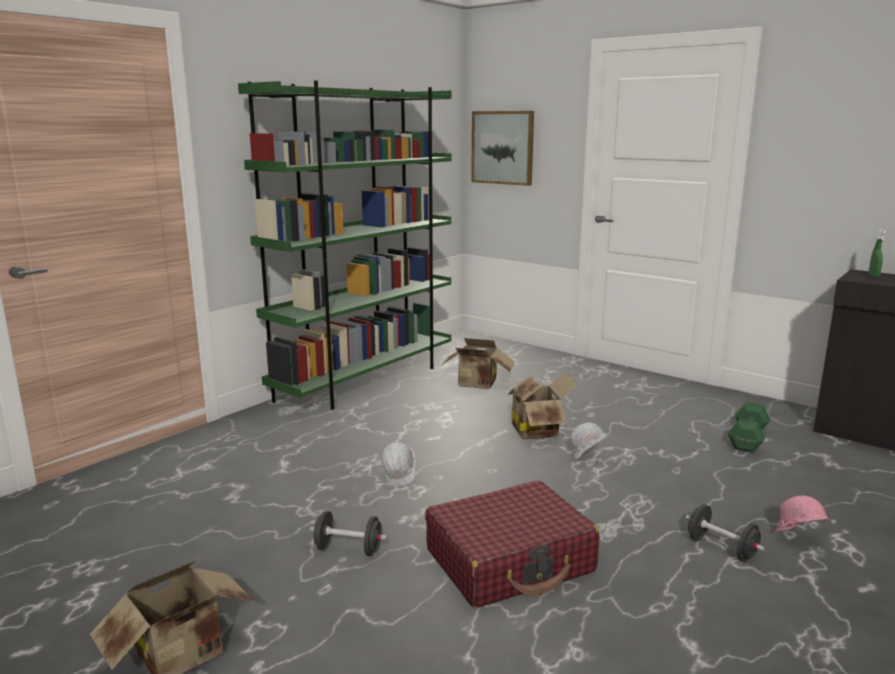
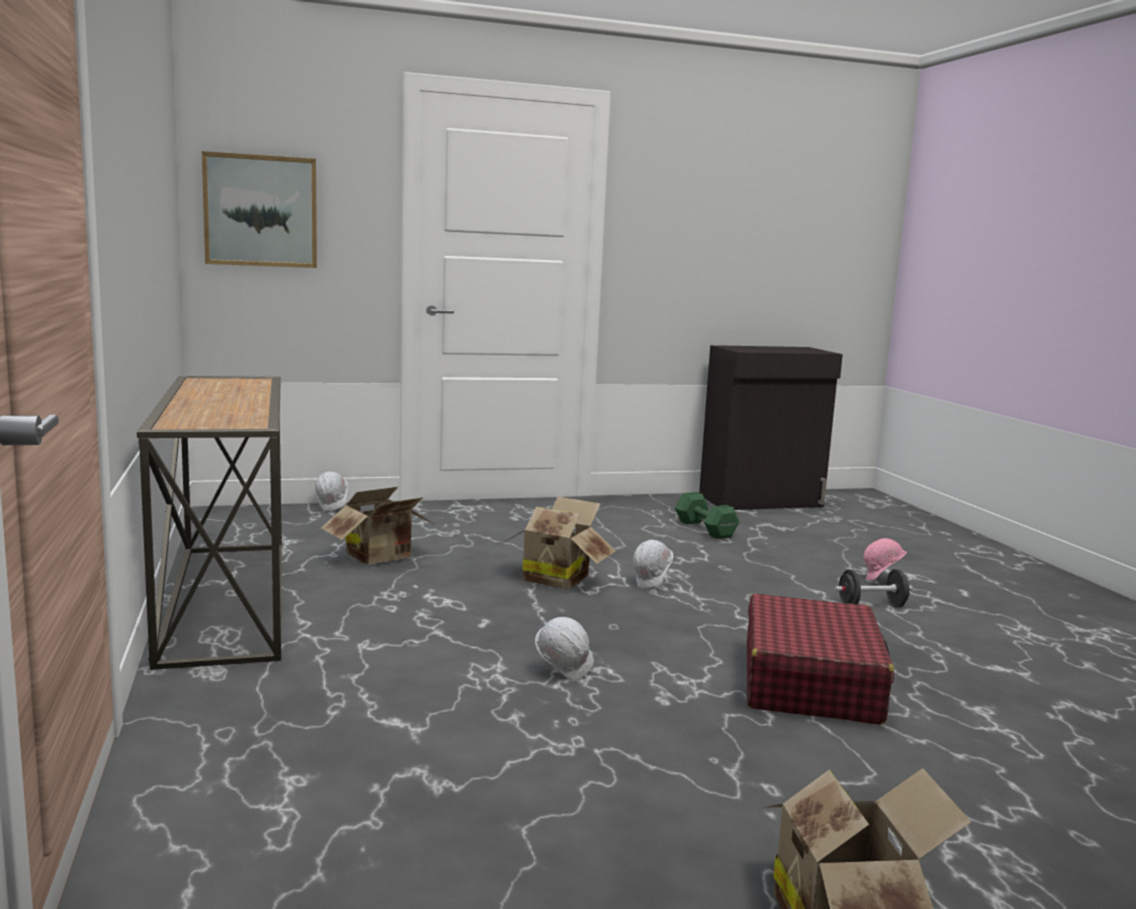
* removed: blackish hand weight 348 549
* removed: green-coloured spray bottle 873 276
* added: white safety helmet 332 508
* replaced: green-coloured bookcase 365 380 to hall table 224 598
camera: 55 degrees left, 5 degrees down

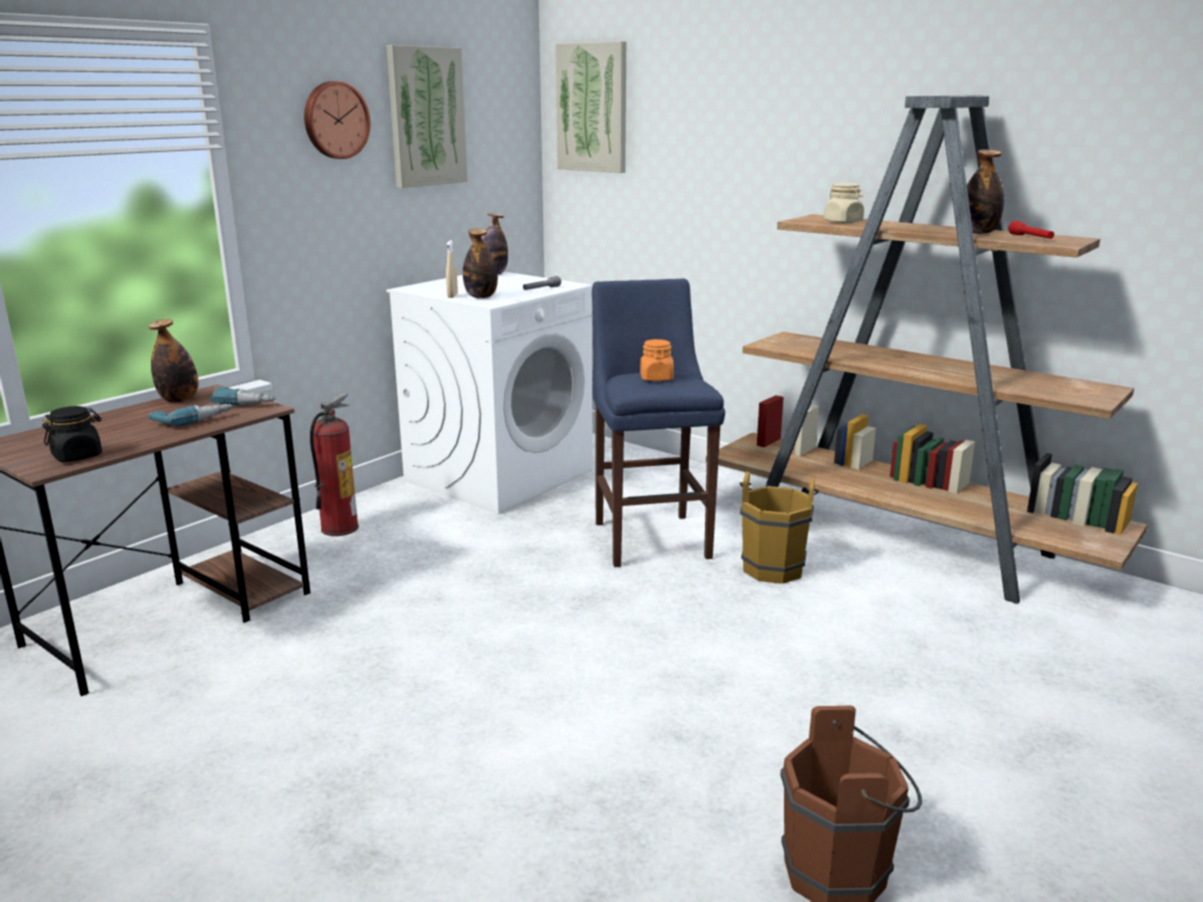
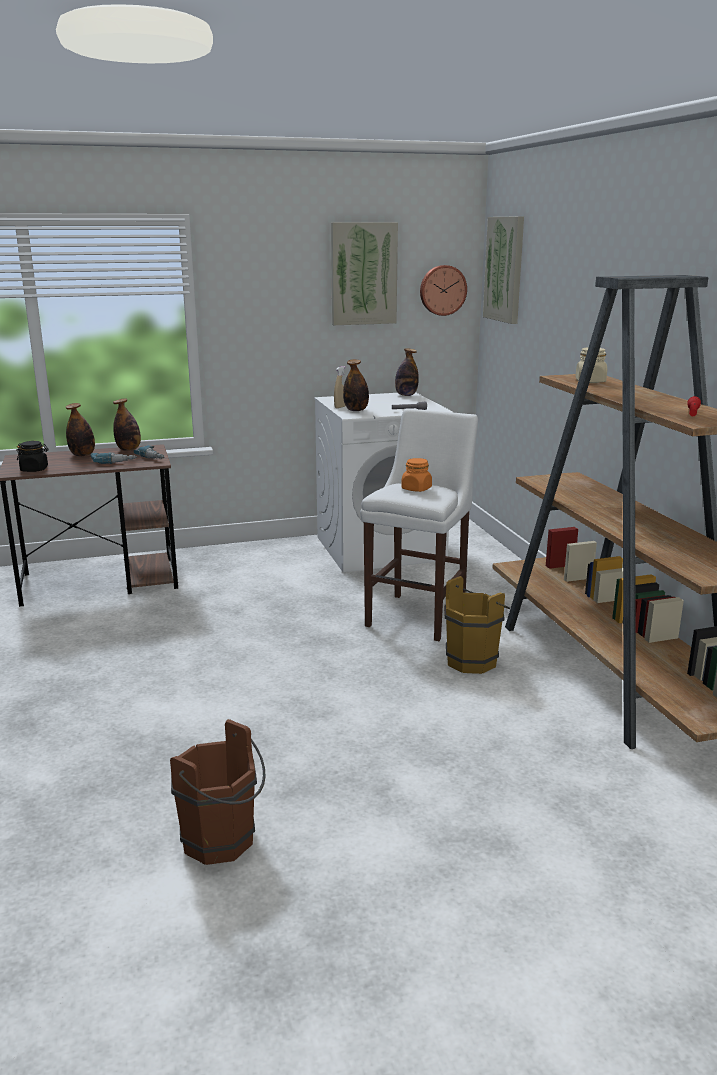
* removed: fire-fighting cylinder 339 528
* moved: clock on the wall 335 120 to 442 290
* moved: beverage bottle 978 233 to 82 455
* recoloured: bluish stool seat 650 537 to white stool seat 419 615
camera: 35 degrees right, 0 degrees up

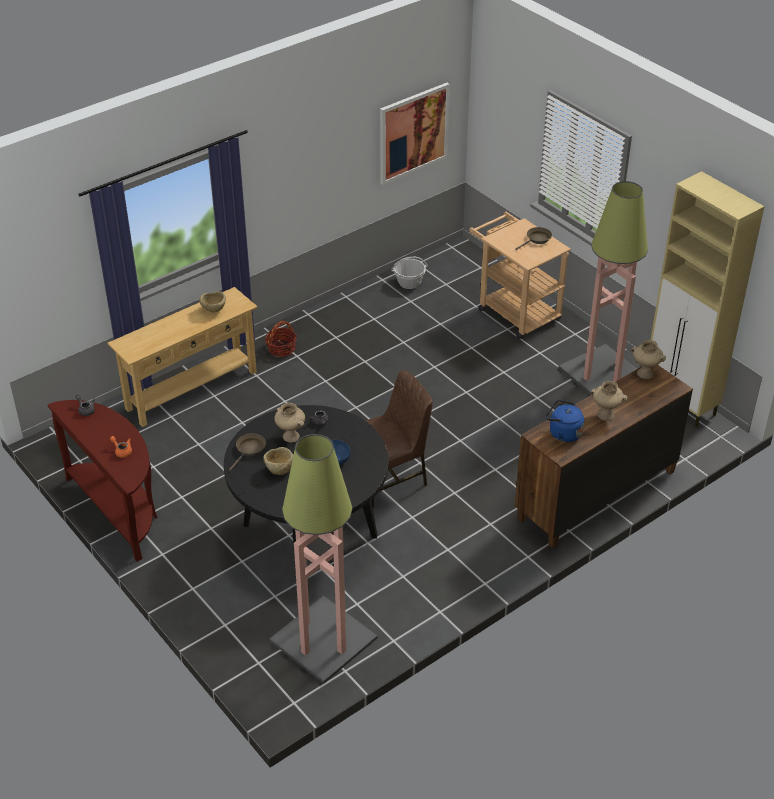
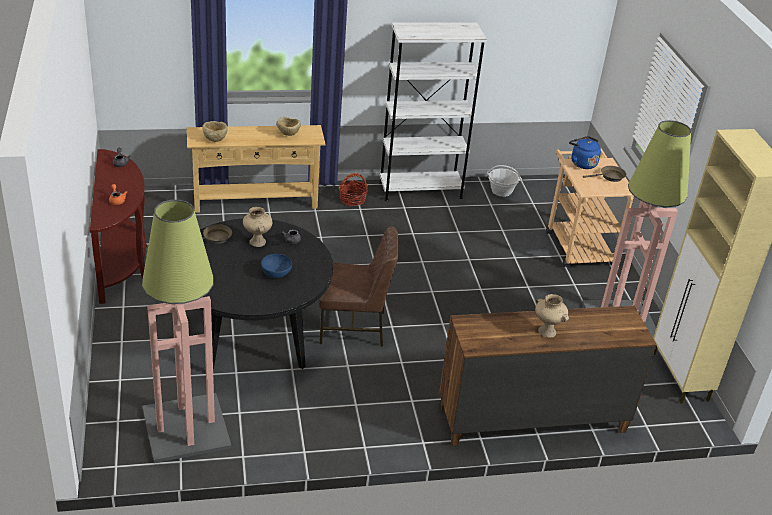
* removed: wall picture 413 133
* removed: beige-coloured decorative vase 644 374
* added: white bookcase 420 190
* moved: beige-coloured deep dish 279 470 to 215 139
* moved: bluish water kettle 563 433 to 582 163
camera: 25 degrees right, 5 degrees down

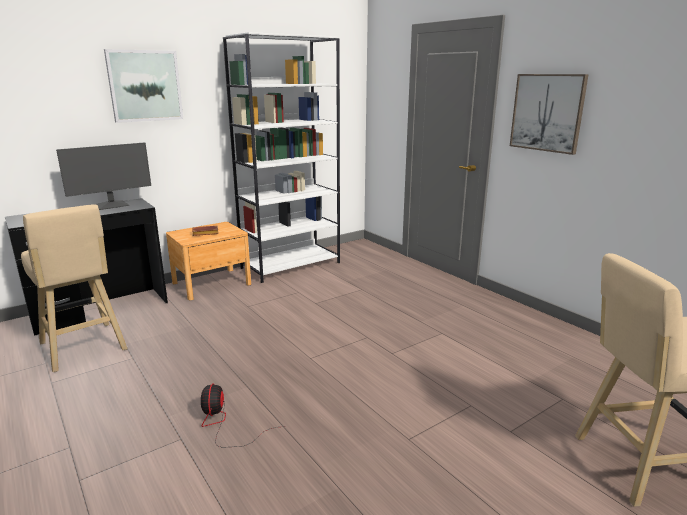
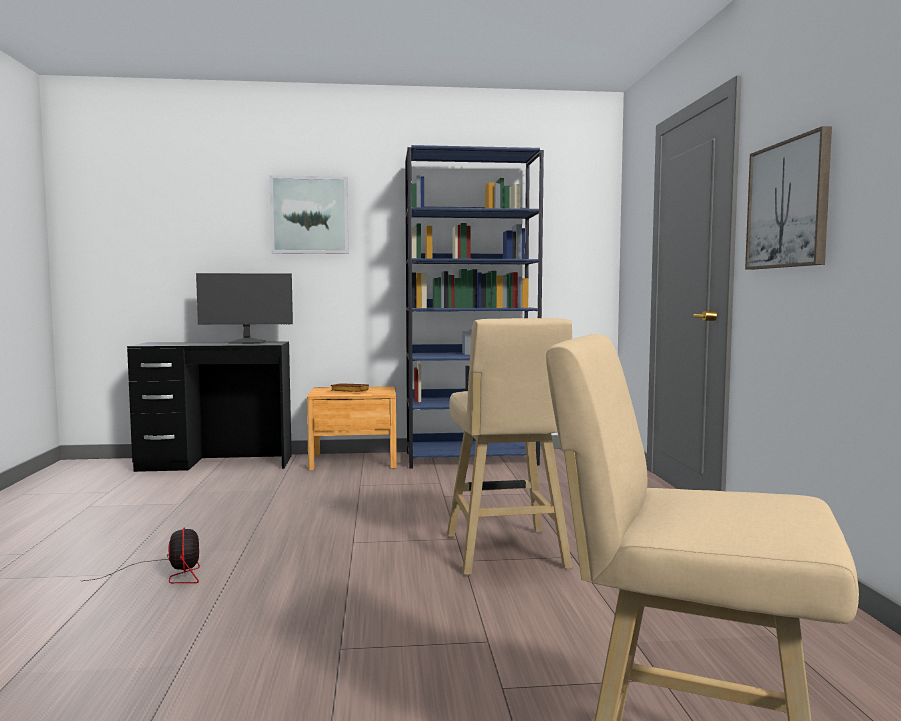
* moved: beige-coloured stool seat 84 348 to 506 554
* recoloured: white bookcase 291 265 to bluish bookcase 471 458
* turned: electric fan 224 424 = 168 574 135 degrees clockwise
camera: 30 degrees right, 15 degrees down

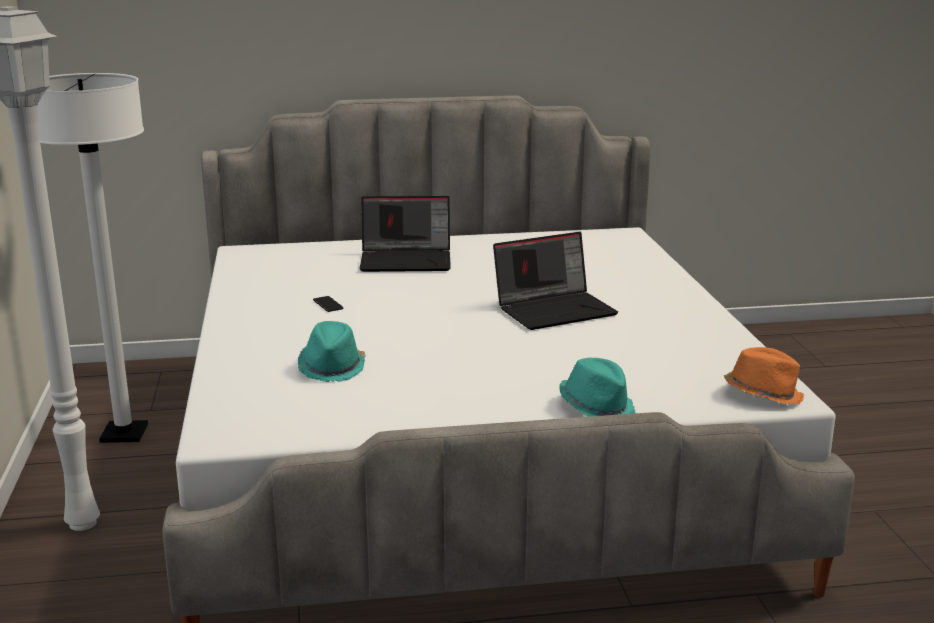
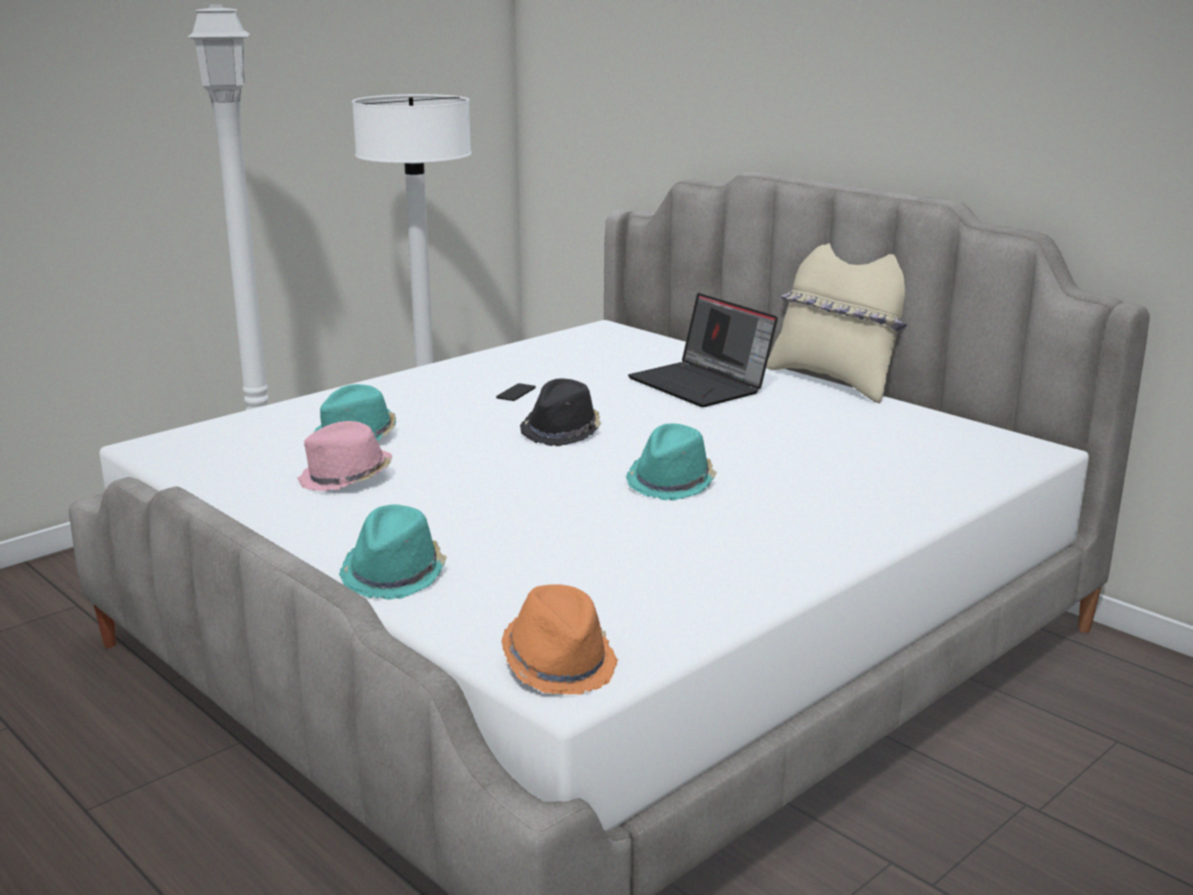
* added: pink-coloured wearable hat 345 479
* added: blackish wearable hat 562 432
* added: beige-coloured cushion 836 381
* replaced: portable computer 555 309 to turquoise wearable hat 672 482
camera: 55 degrees right, 0 degrees up

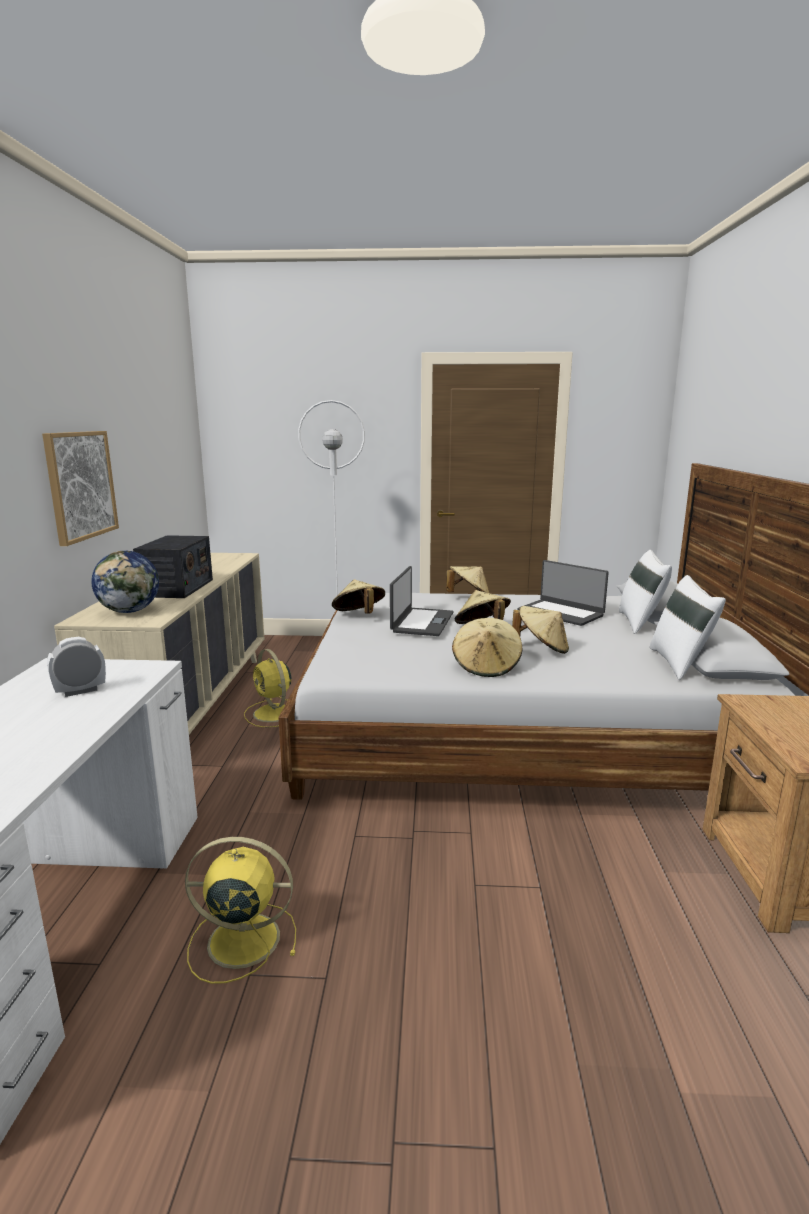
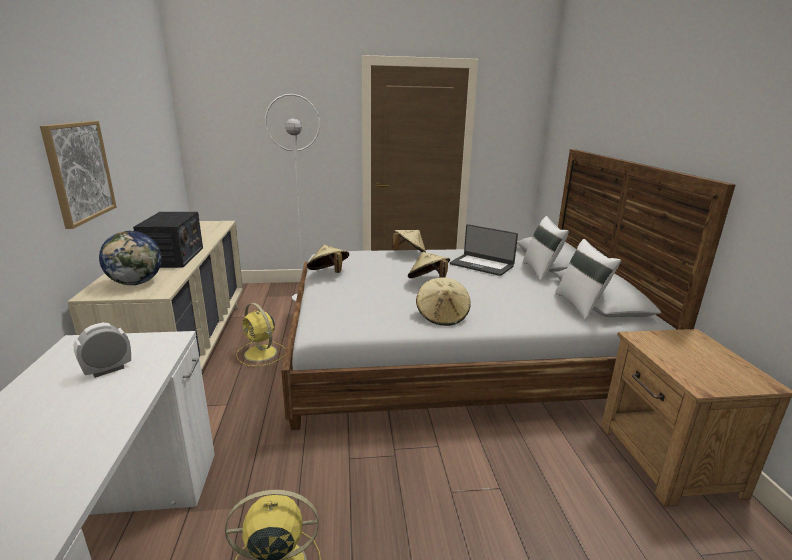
* removed: portable computer 421 622
* removed: beige-coloured wearable hat 541 648
camera: 10 degrees left, 5 degrees up

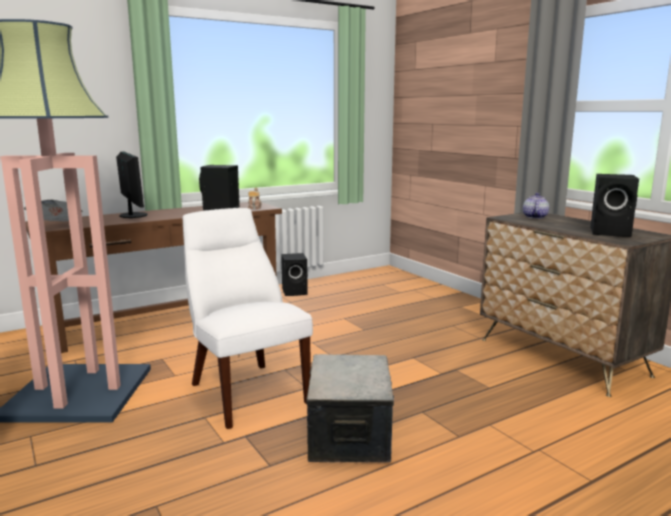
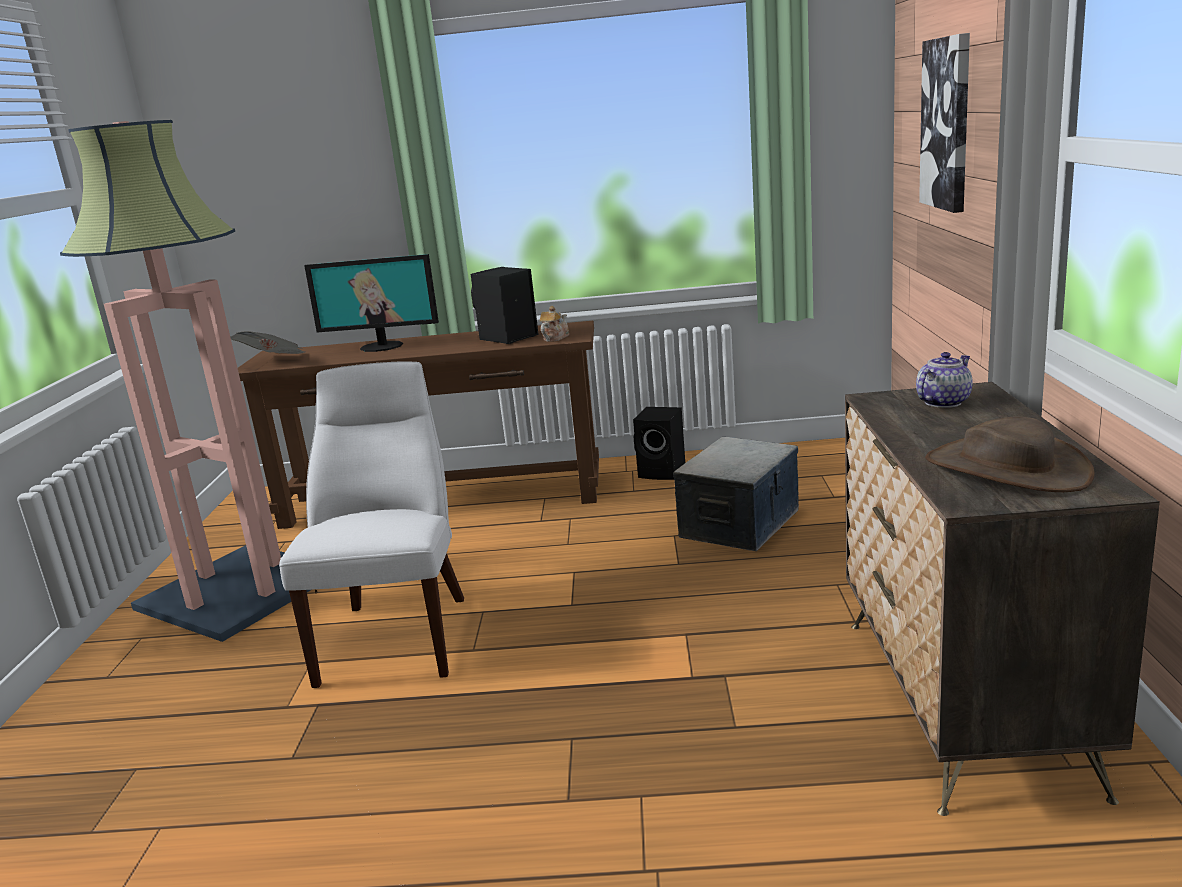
* added: wall picture 948 124
* moved: storage box 350 434 to 740 524
* replaced: blackish audio speaker 611 232 to brownish wearable hat 1006 468
* turned: computer display 132 215 = 382 346 90 degrees clockwise
camera: 35 degrees right, 5 degrees up

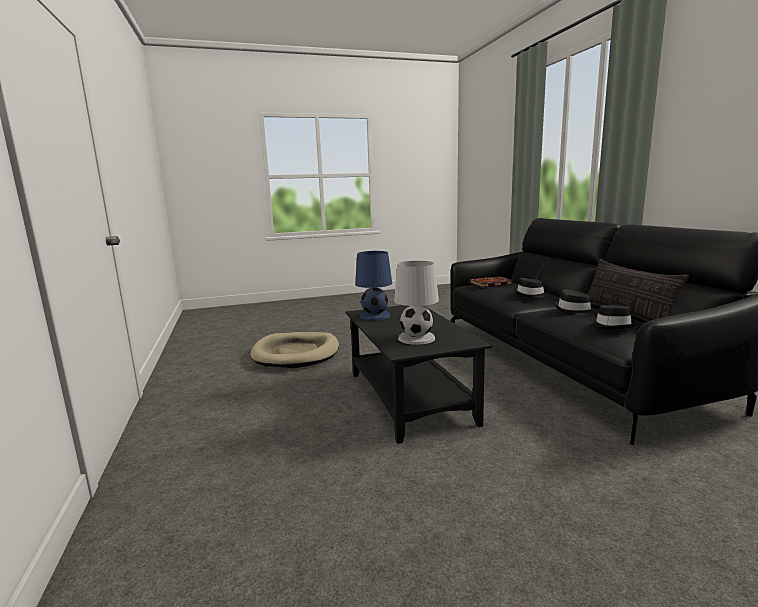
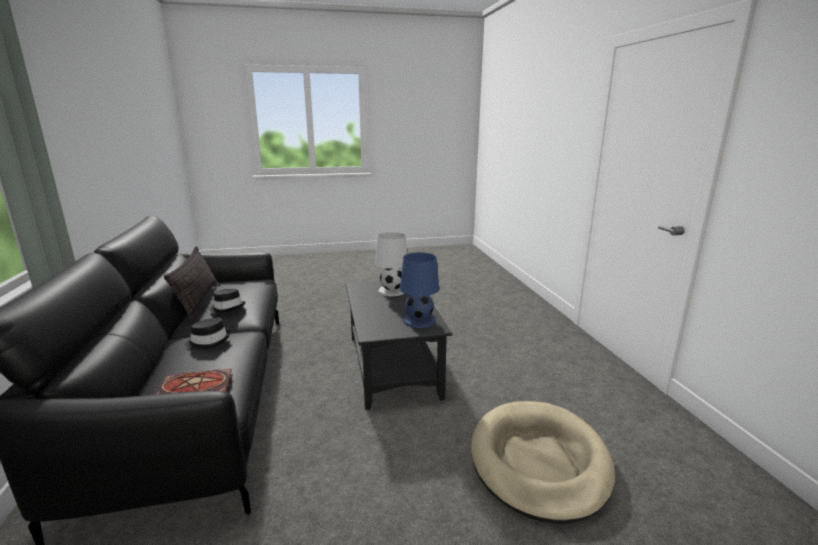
* removed: blackish wearable hat 611 326
camera: 175 degrees left, 5 degrees up

